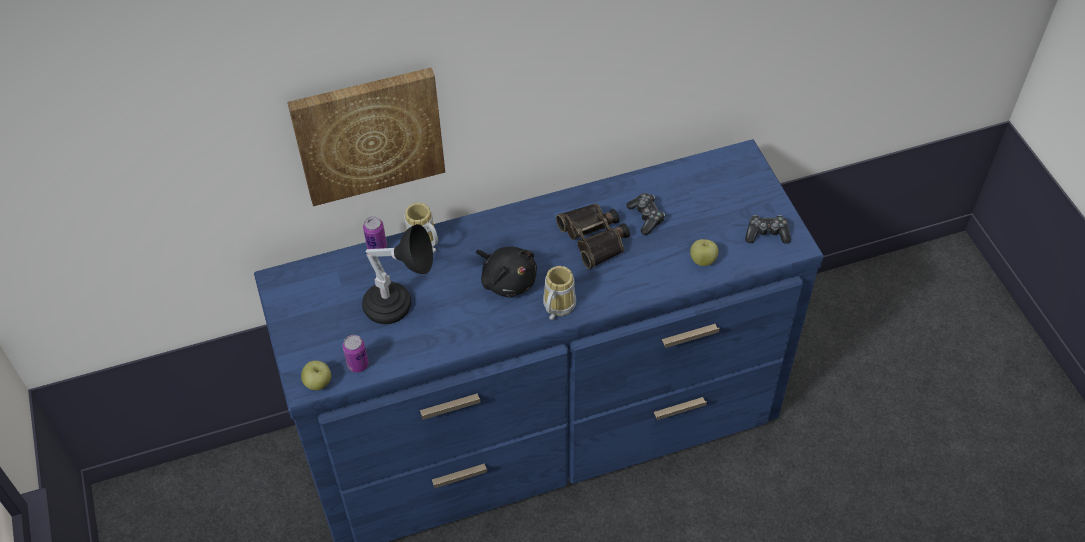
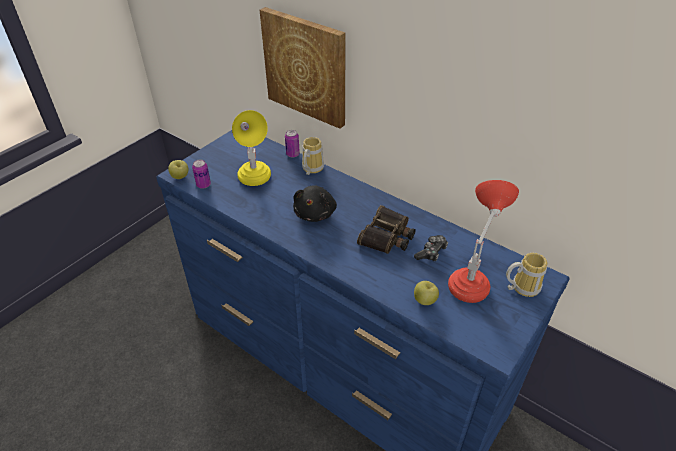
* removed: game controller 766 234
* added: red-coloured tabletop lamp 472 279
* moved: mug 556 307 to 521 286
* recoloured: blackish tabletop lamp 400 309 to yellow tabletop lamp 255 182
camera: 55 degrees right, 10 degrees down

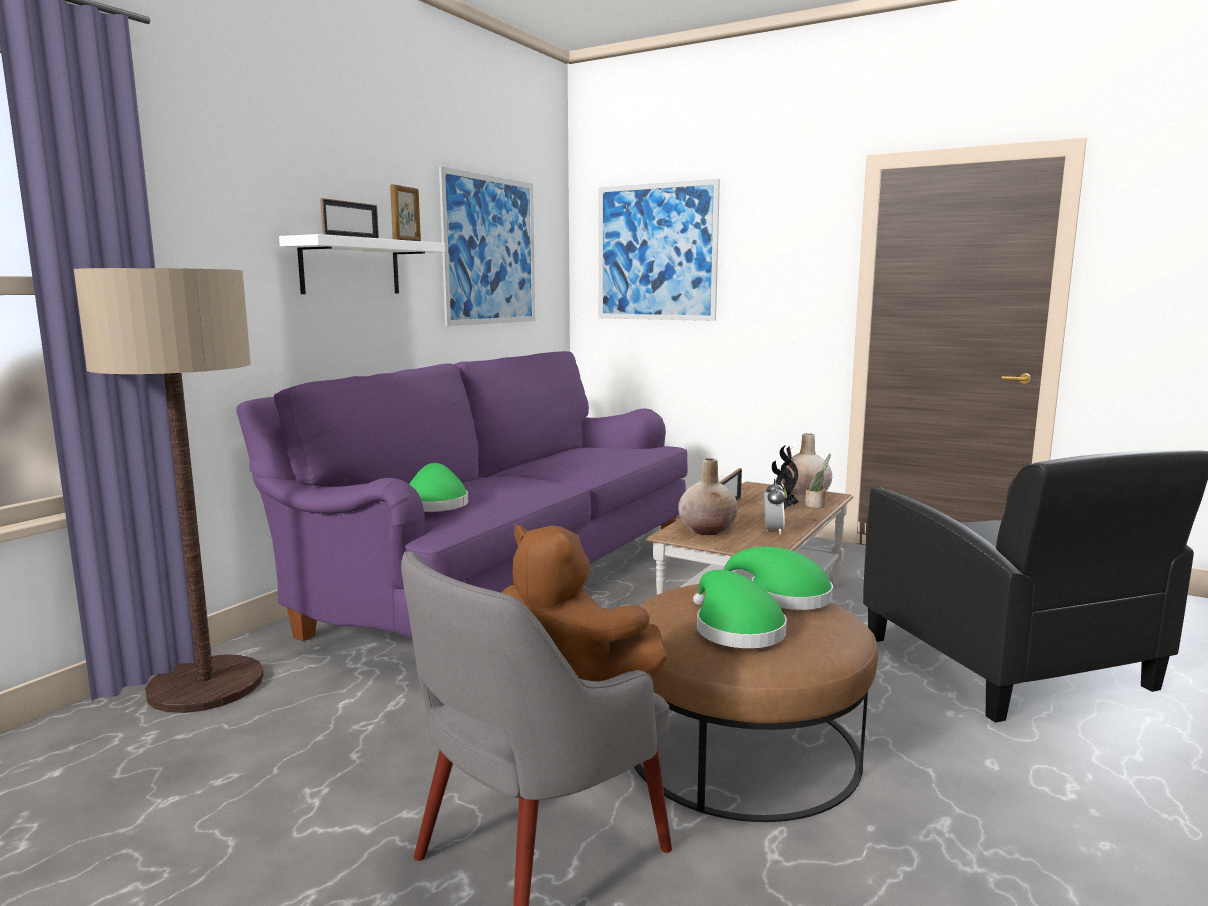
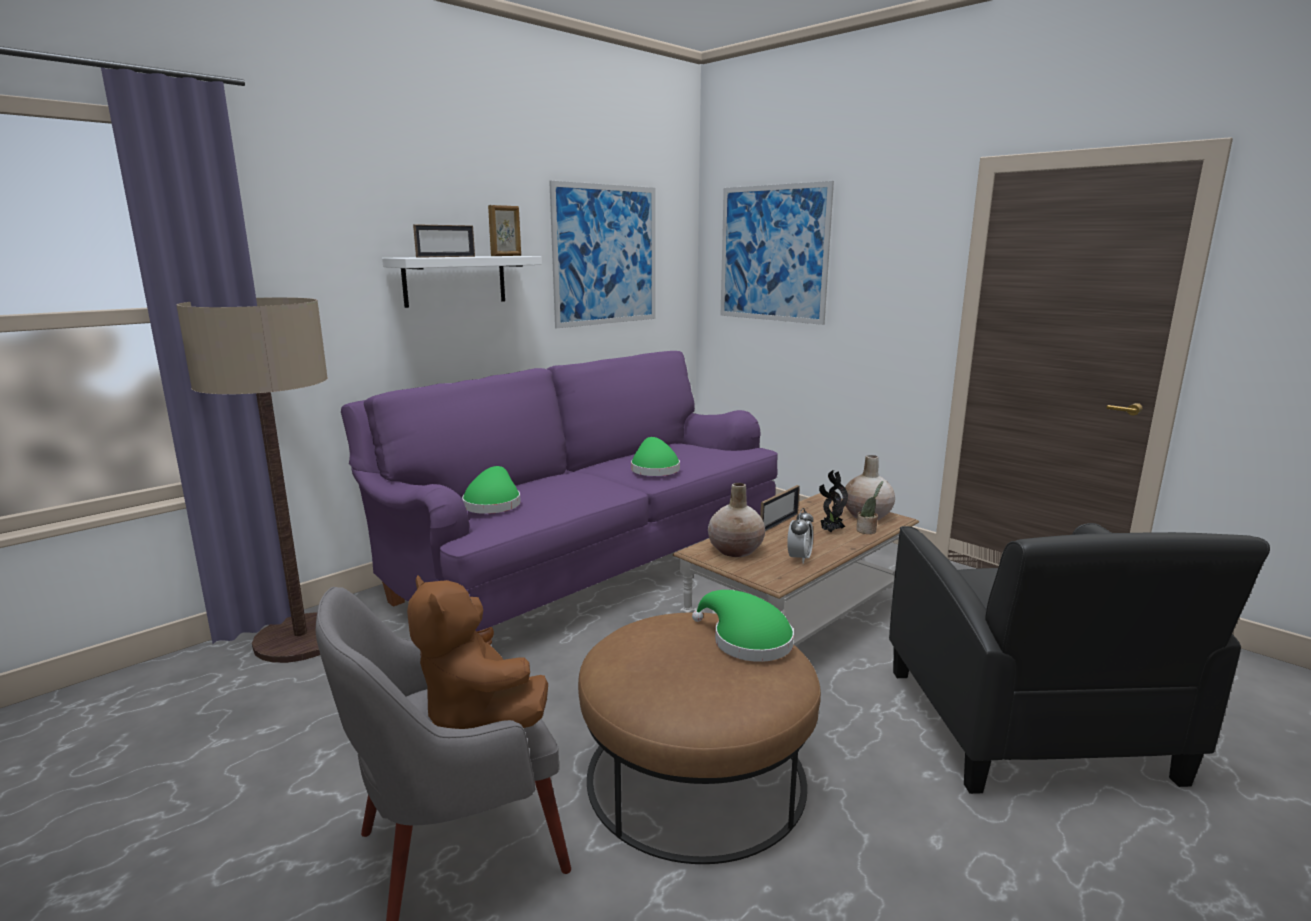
* moved: green-coloured wearable hat 735 629 to 654 469
camera: 15 degrees right, 5 degrees up

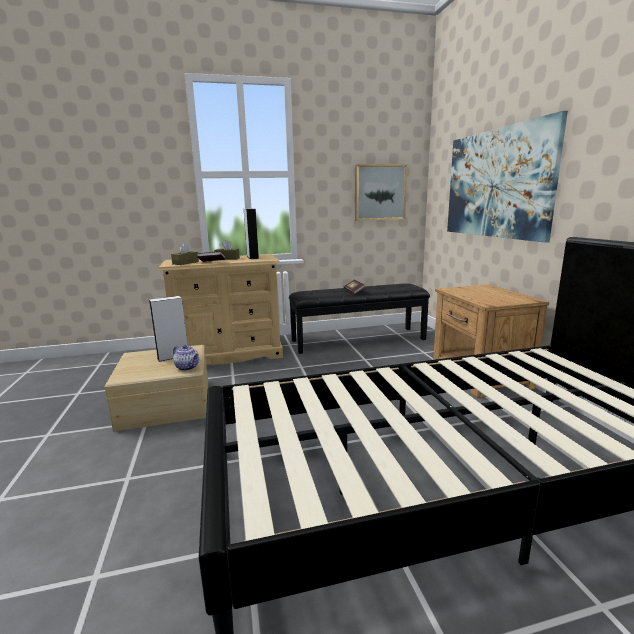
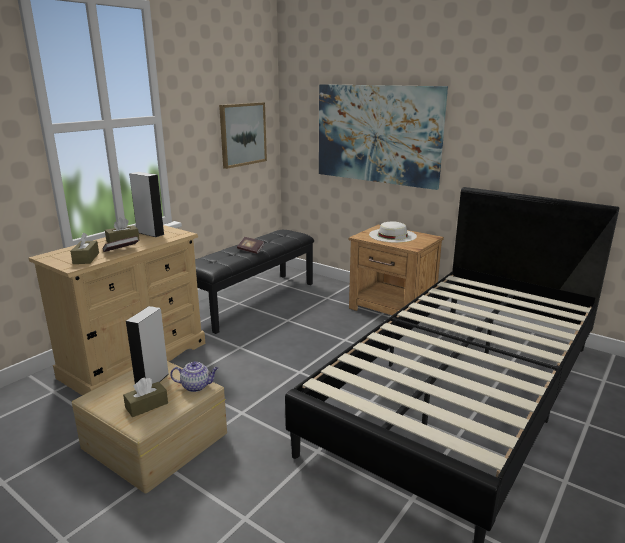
* added: brownish box of tissues 146 405
* added: white wearable hat 392 235
camera: 40 degrees left, 5 degrees up

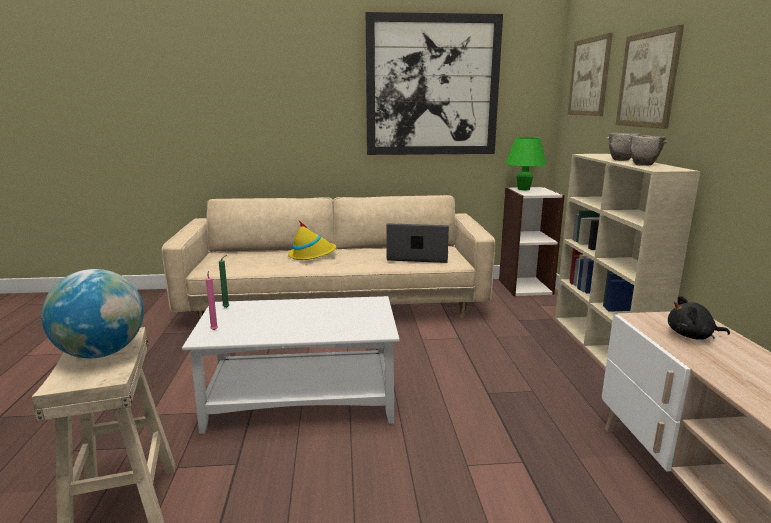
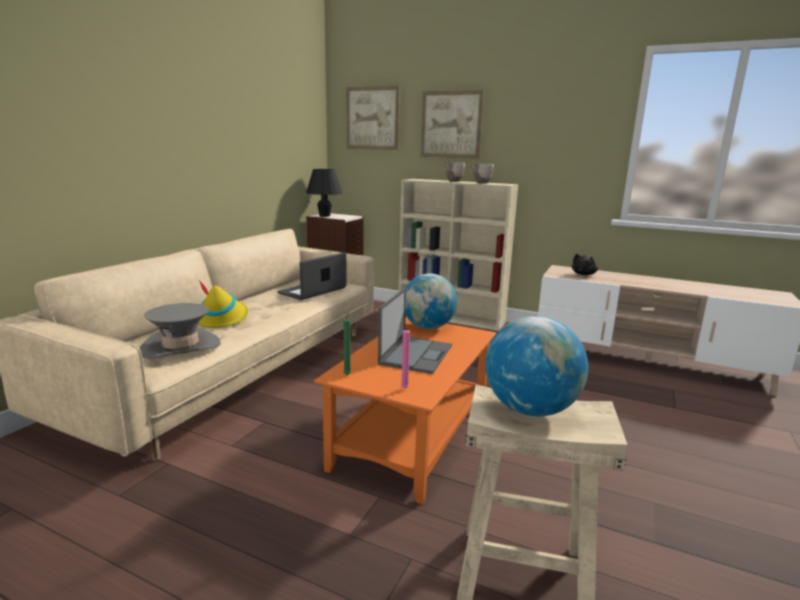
* removed: wall picture 432 86
* added: grey wearable hat 180 347
* added: portable computer 416 354
* added: world globe 428 327
* recoloured: white coffee table 303 400 to orange coffee table 413 434
* recoloured: green-coloured tabletop lamp 523 189 to blackish tabletop lamp 324 216
camera: 60 degrees left, 0 degrees up

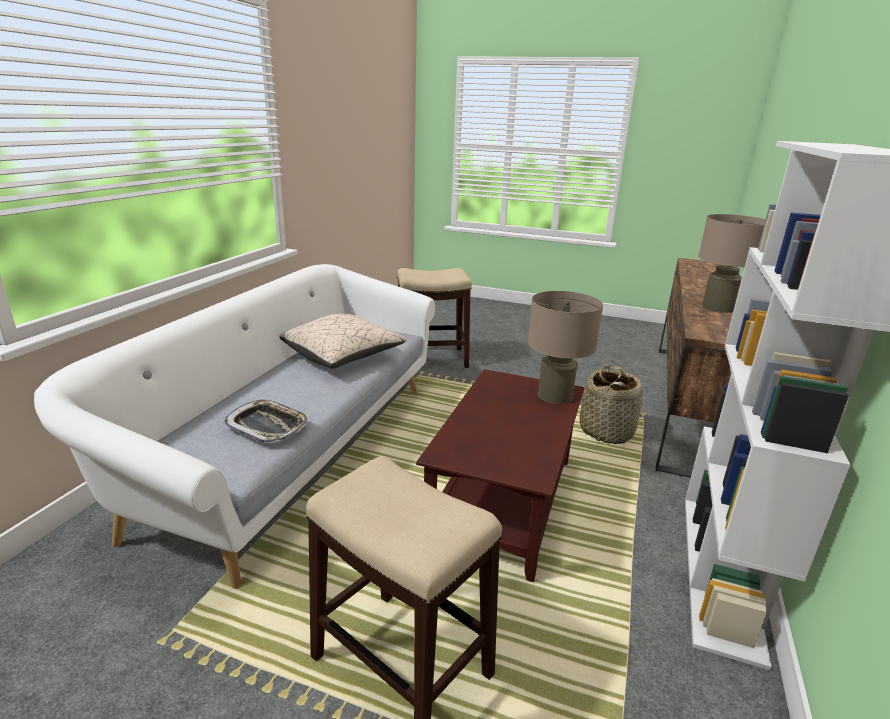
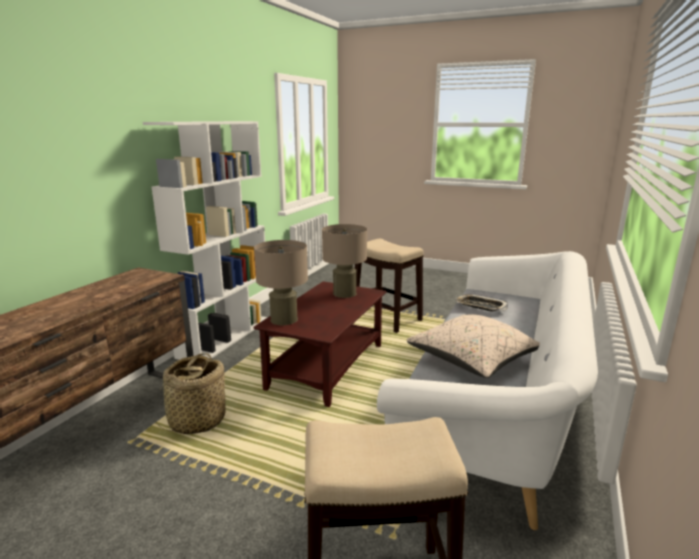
* moved: beige-coloured tabletop lamp 718 307 to 344 293
camera: 175 degrees left, 5 degrees down

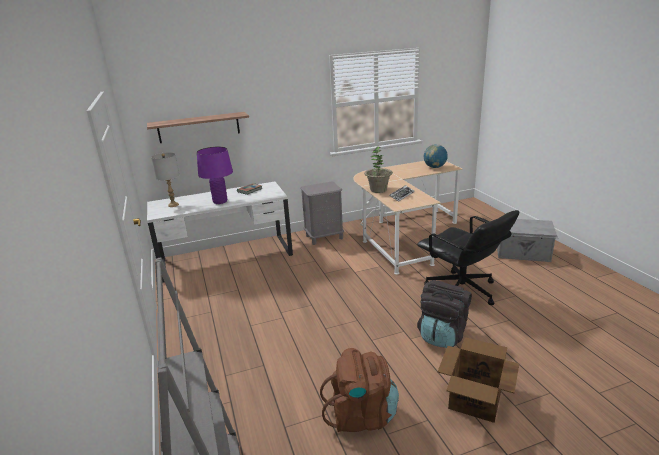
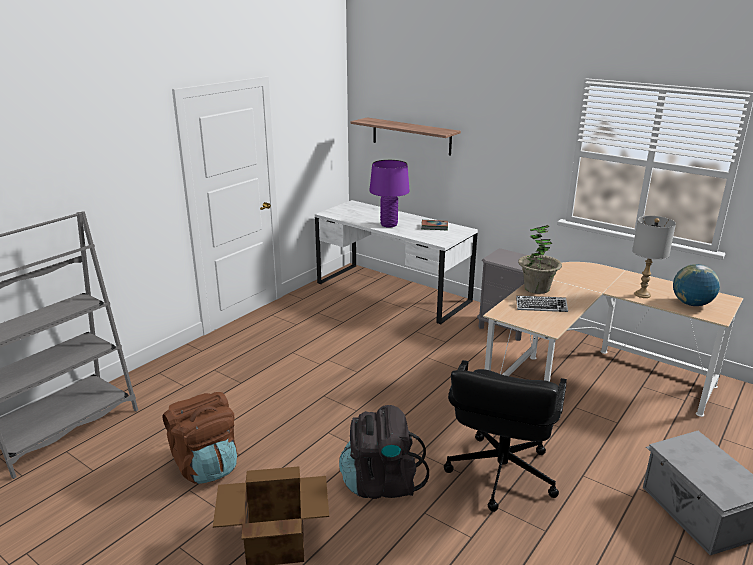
* moved: grey tabletop lamp 173 205 to 642 294
camera: 55 degrees right, 0 degrees up

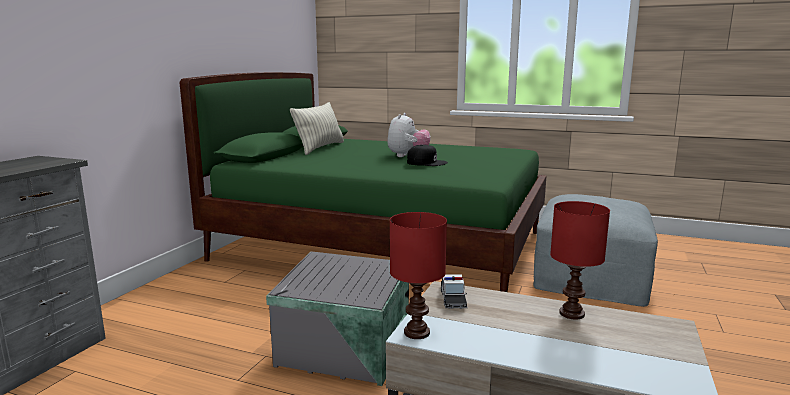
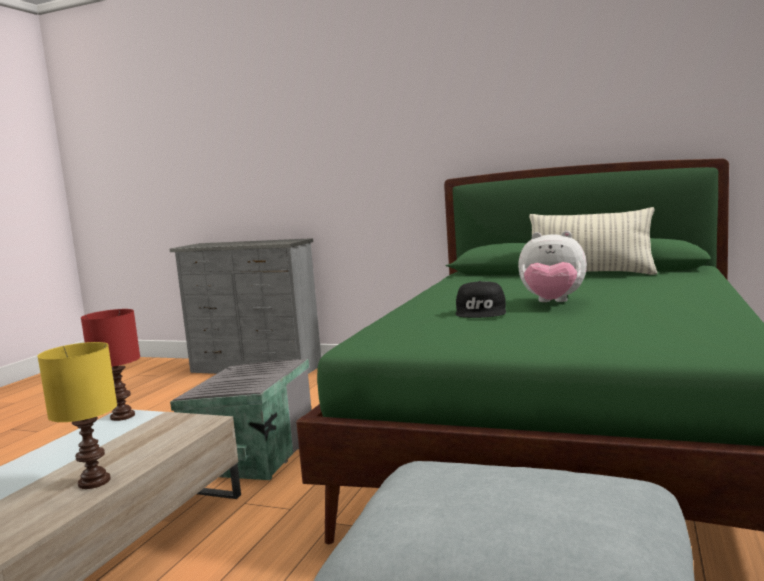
* removed: miniature car 453 299
* recoloured: red-coloured tabletop lamp 571 313 to yellow tabletop lamp 96 481
camera: 90 degrees right, 5 degrees down

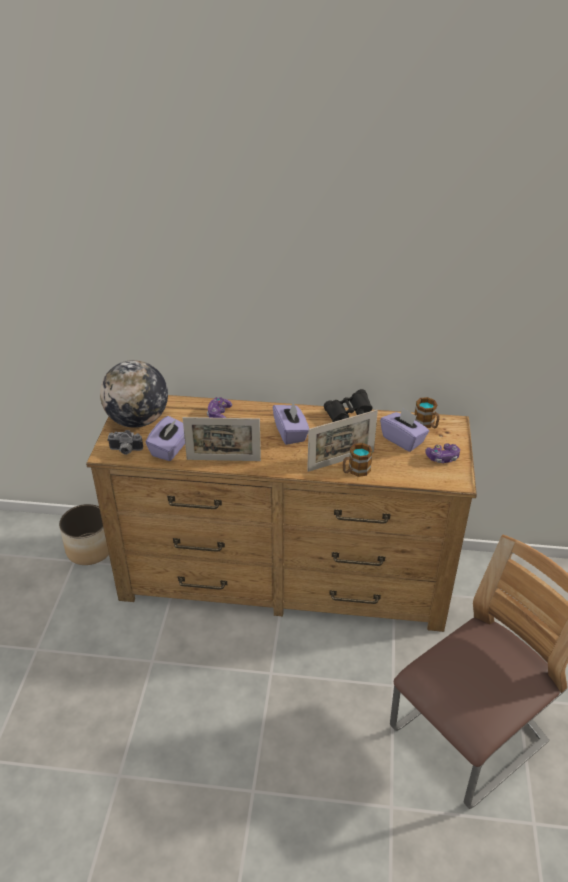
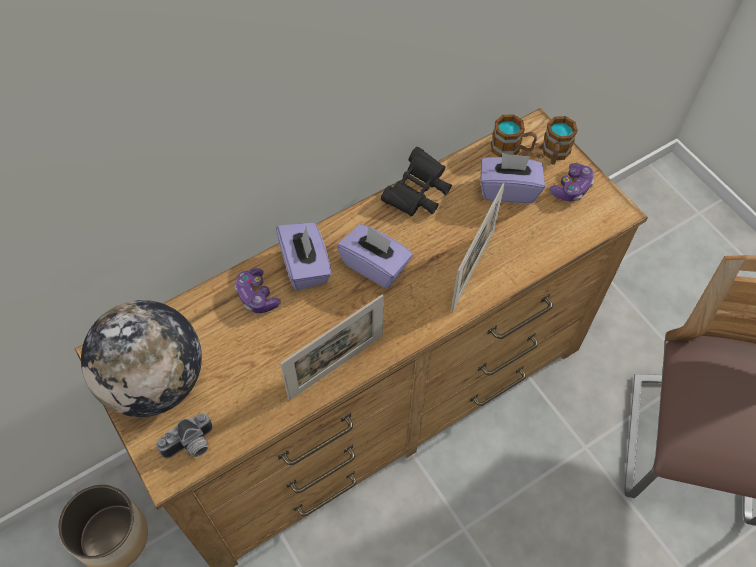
* moved: purple box of tissues 170 449 to 305 266
* moved: mug 355 471 to 554 154
camera: 40 degrees left, 20 degrees up

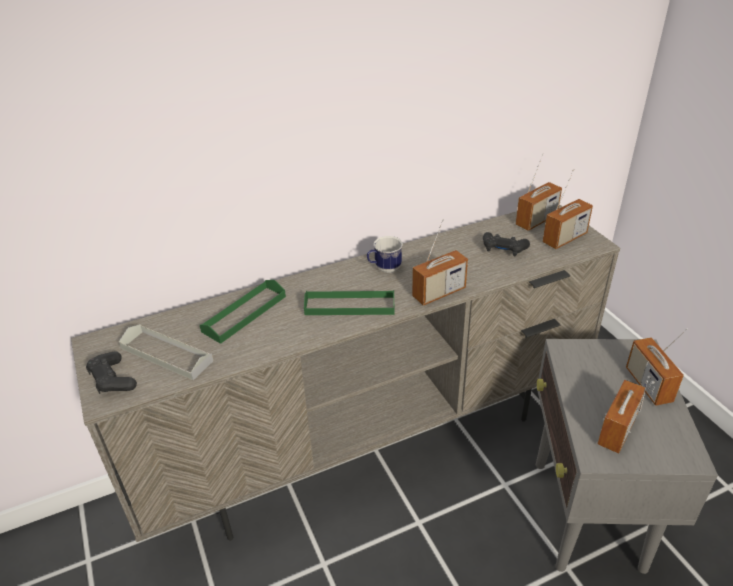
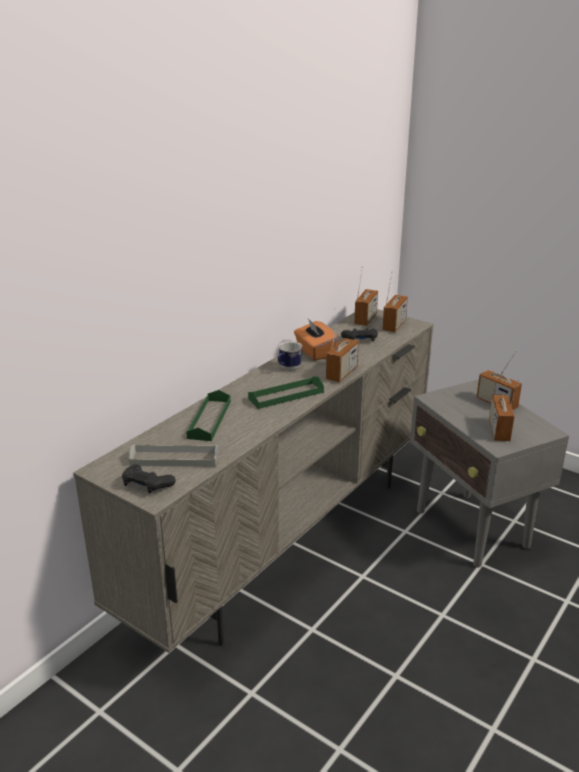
* added: orange box of tissues 314 352
camera: 30 degrees left, 10 degrees down

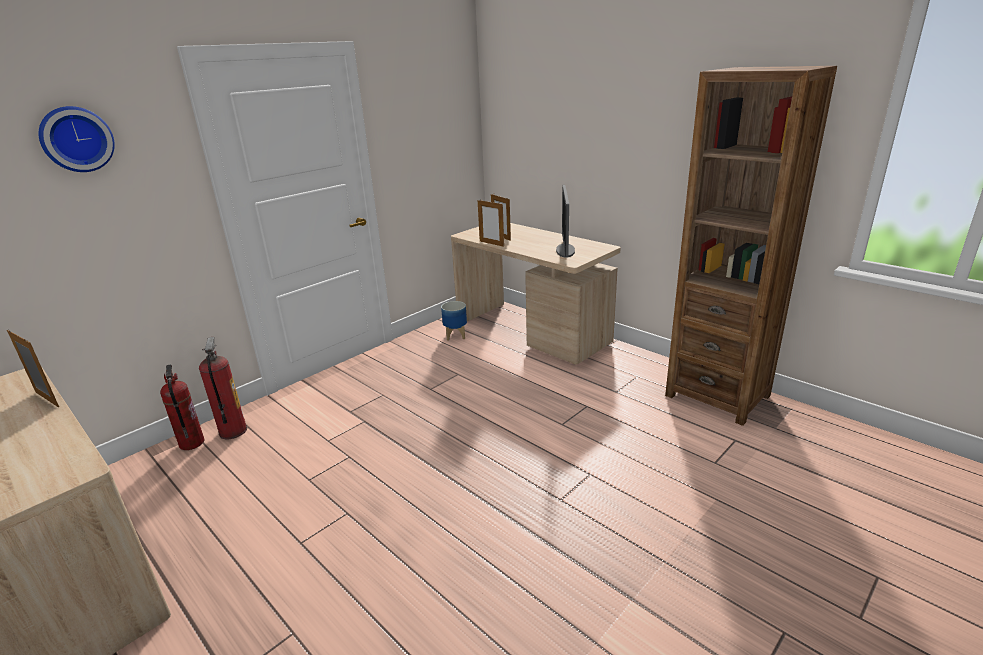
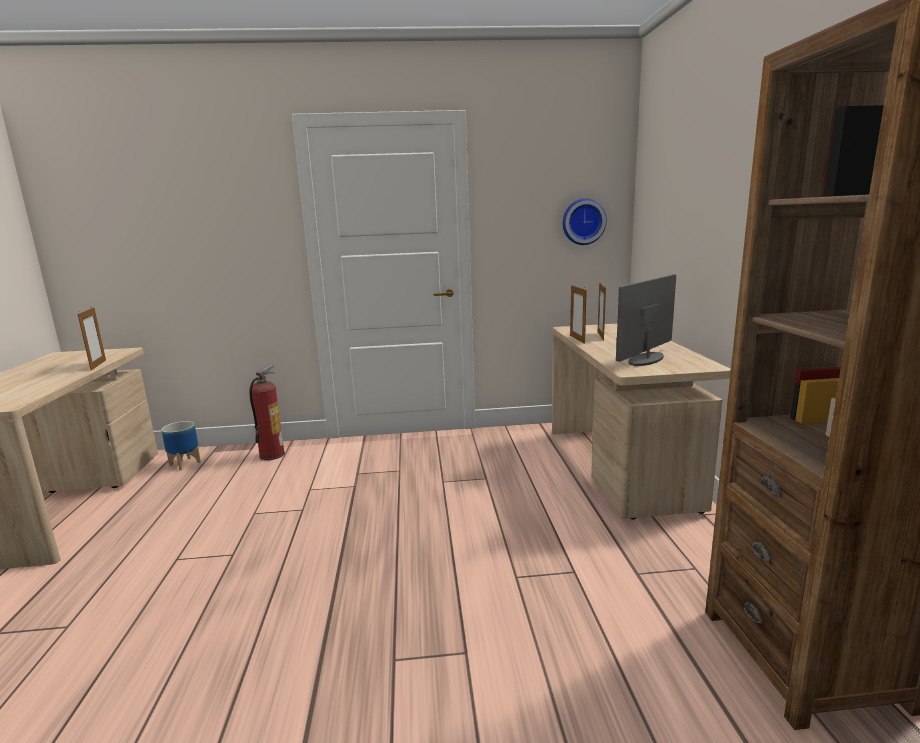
* removed: fire-fighting cylinder 191 443
* moved: clock on the wall 76 139 to 583 222
* moved: plant pot 455 335 to 185 463
camera: 40 degrees right, 10 degrees down

